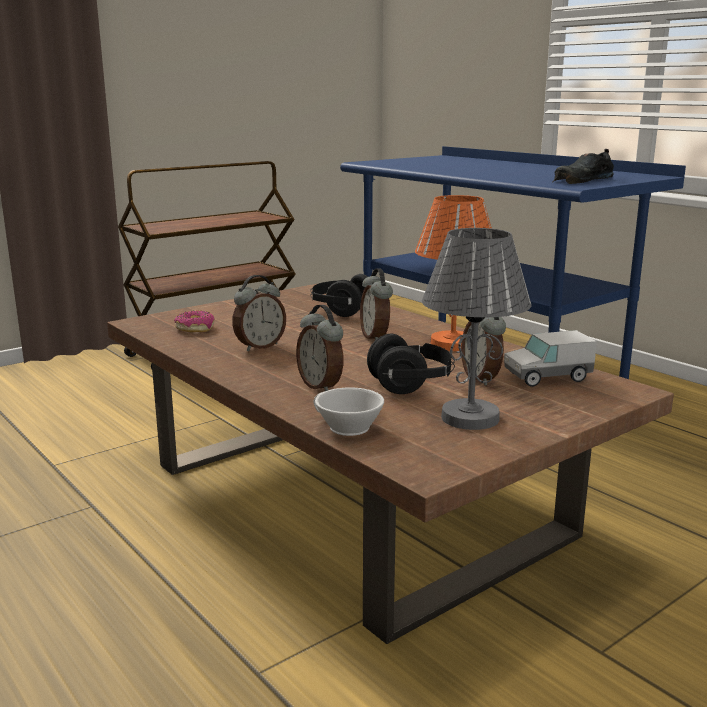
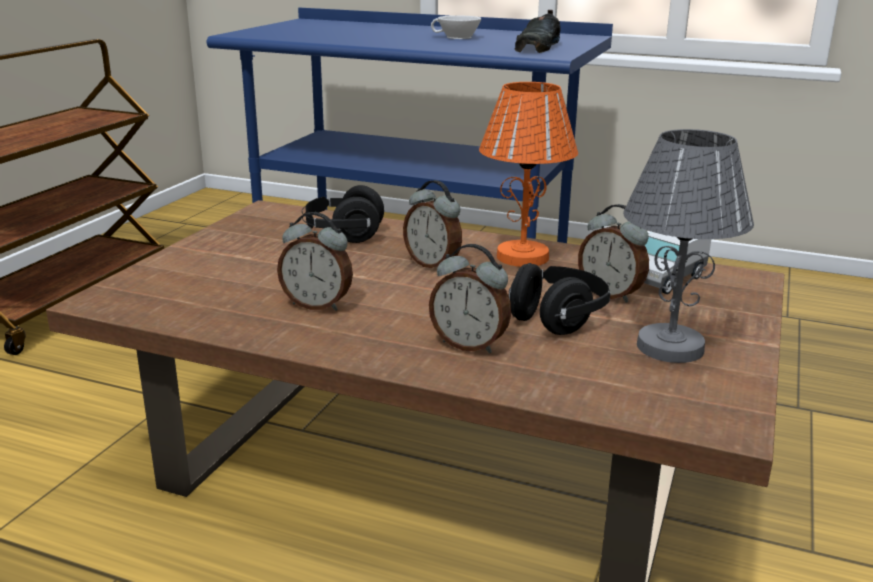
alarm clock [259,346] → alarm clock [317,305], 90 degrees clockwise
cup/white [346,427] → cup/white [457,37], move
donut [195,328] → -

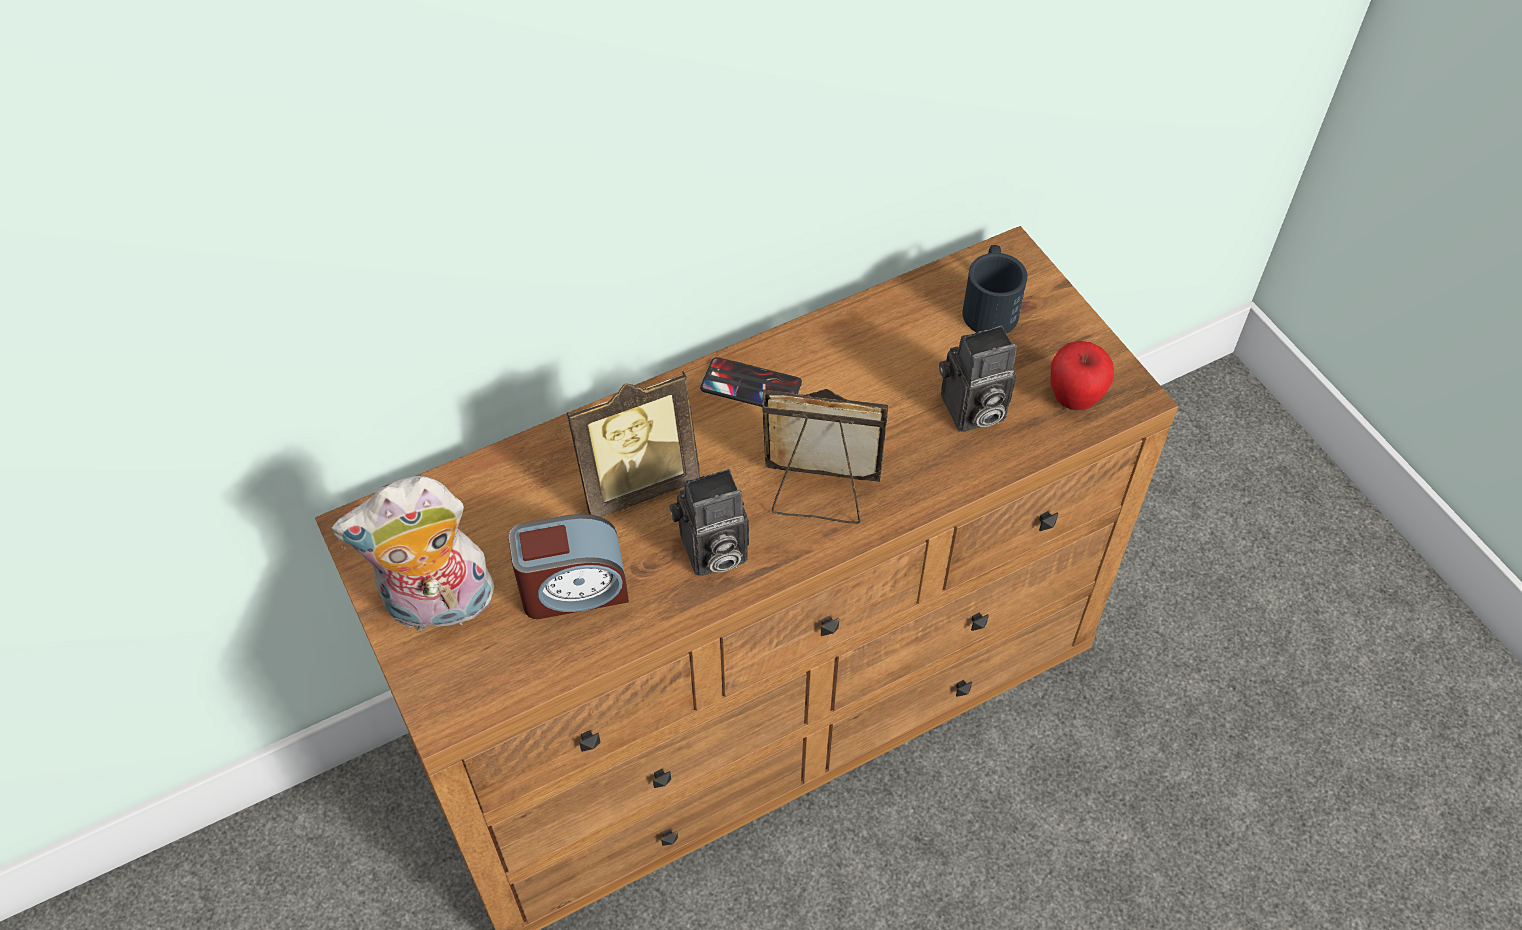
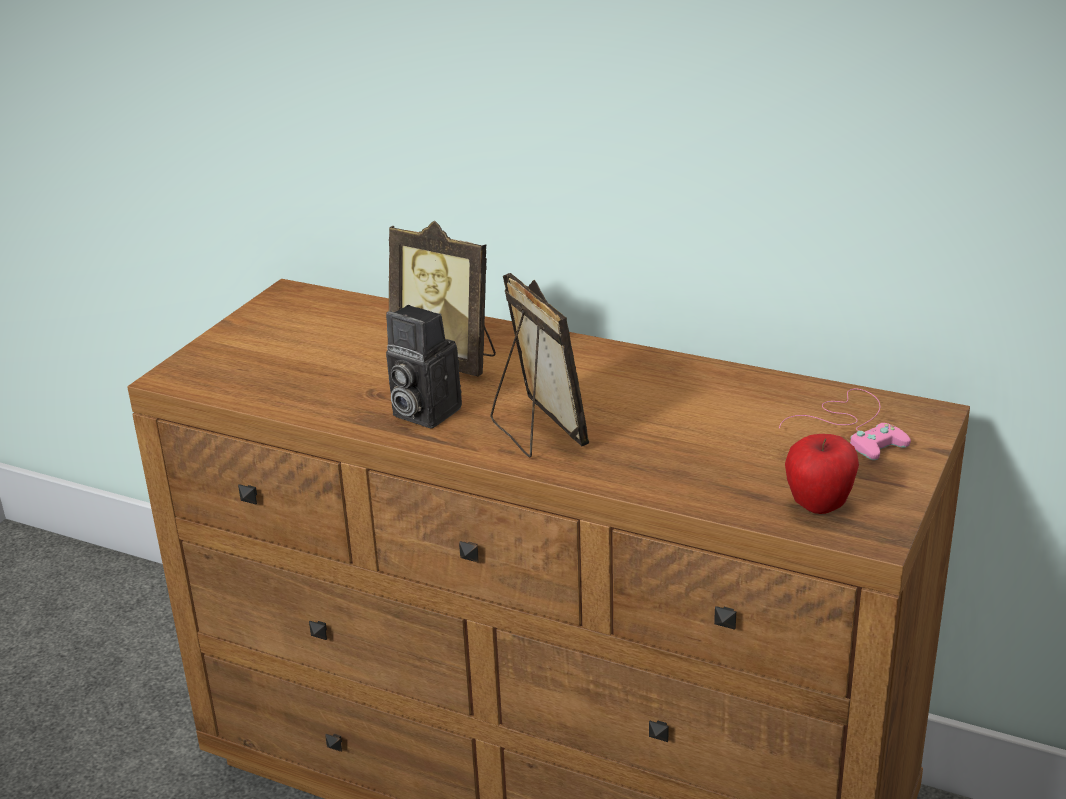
mug/black [990,305] → game controller/pink [853,426]
plush toy [438,607] → -
alarm clock [573,589] → -
phone [751,385] → -
photo camera [971,412] → -

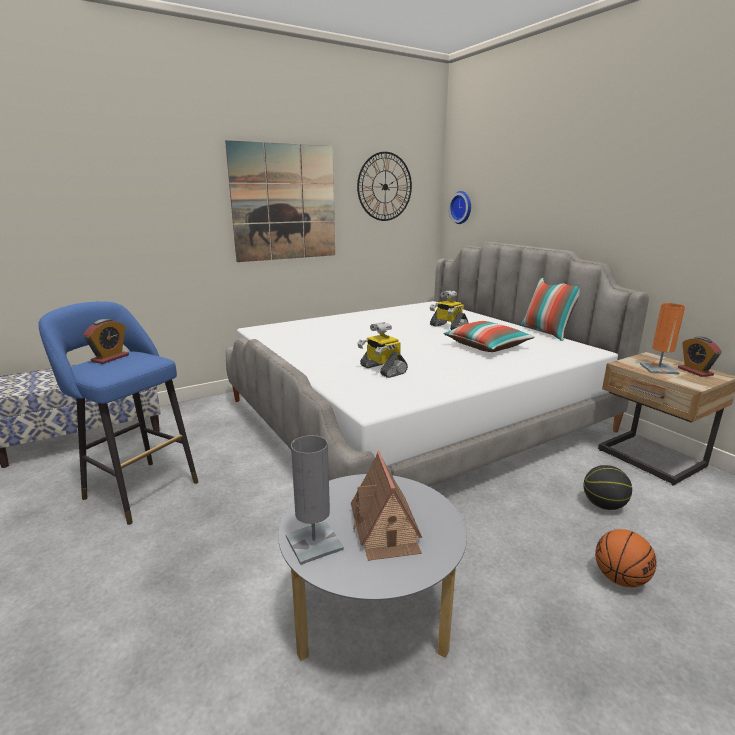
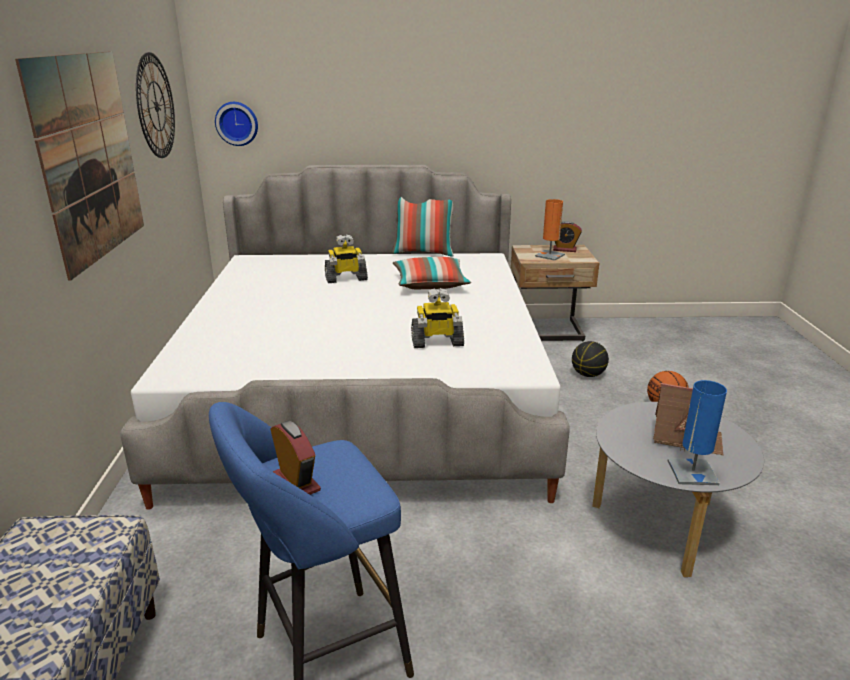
table lamp/grey [314,543] → table lamp/blue [692,472]

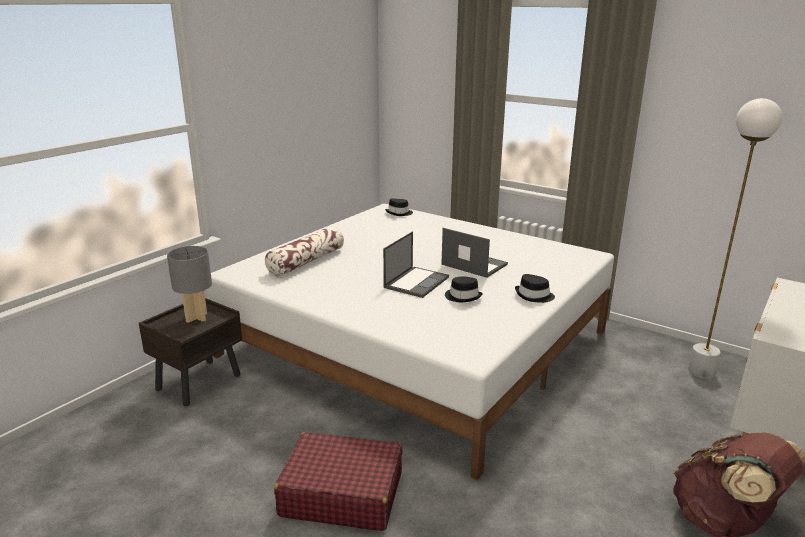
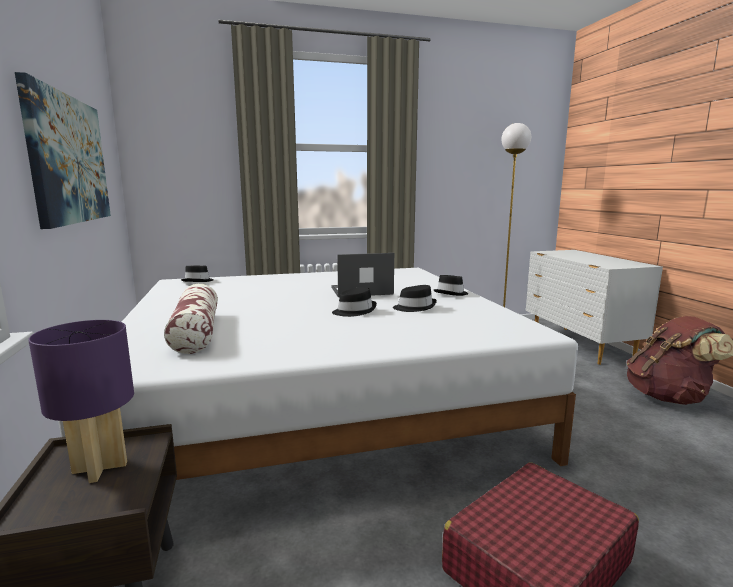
- → picture [69,159]
table lamp/grey [197,318] → table lamp/purple [101,467]
laptop [416,282] → hat/black [354,311]

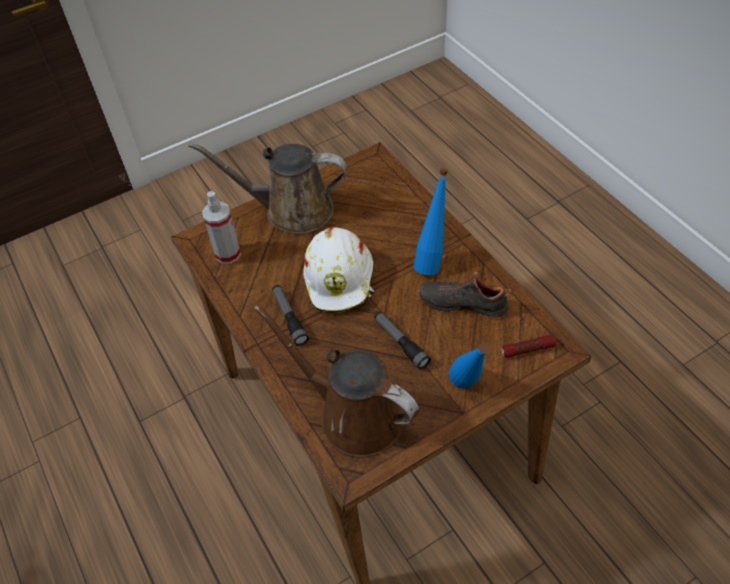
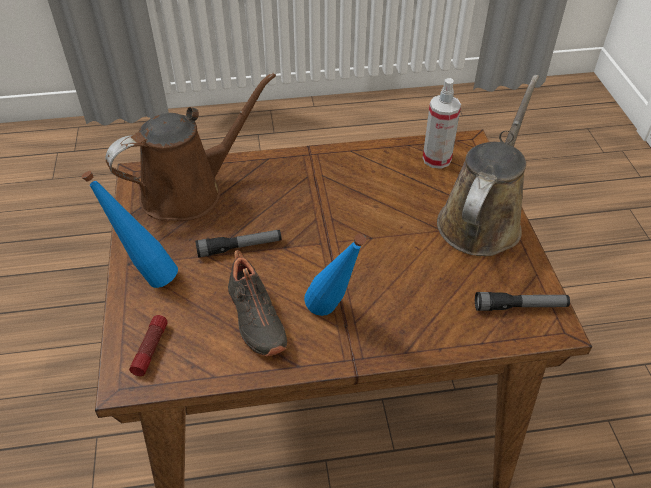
shoe/black [462,302] → shoe/black [254,319], 120 degrees clockwise
flashlight [289,318] → flashlight [520,306], move
hard hat/white [340,279] → -

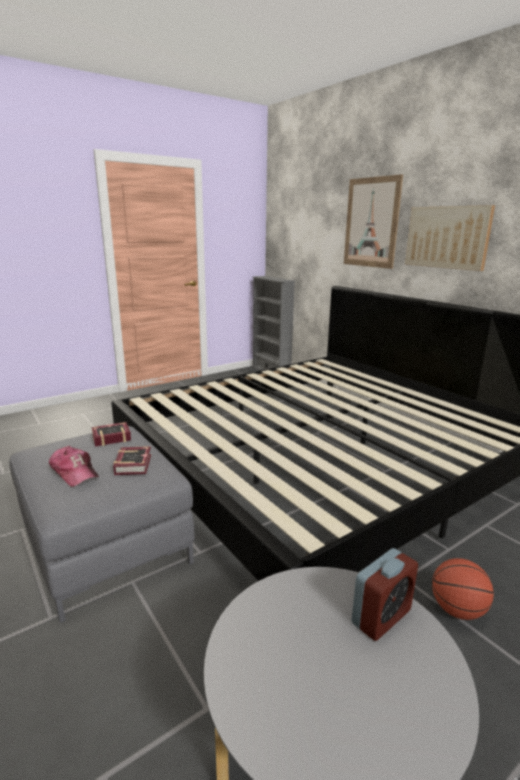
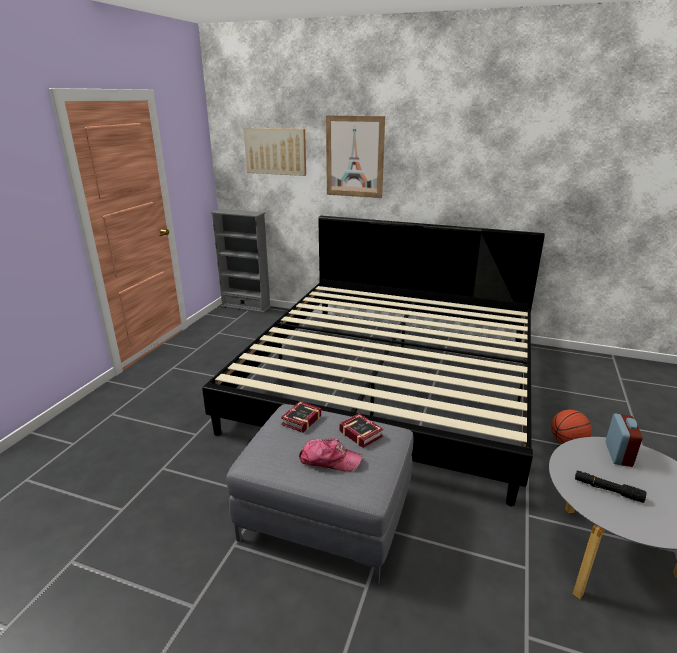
picture [447,237] → picture [275,151], move
- → flashlight/black [607,490]

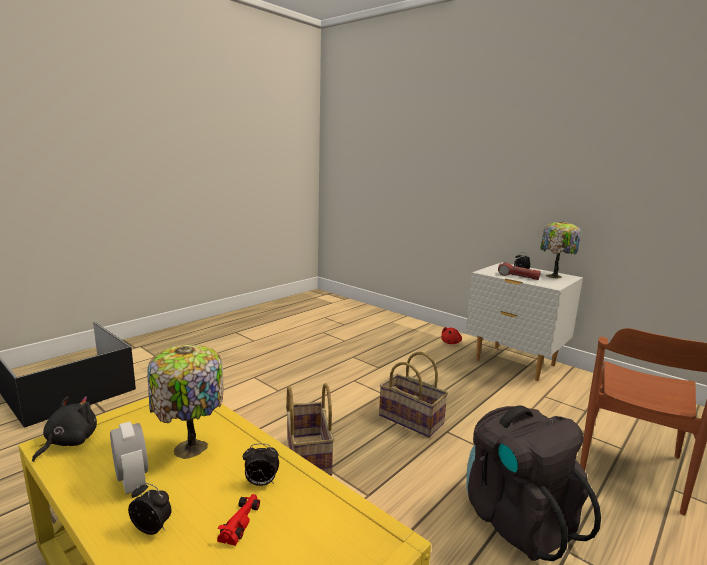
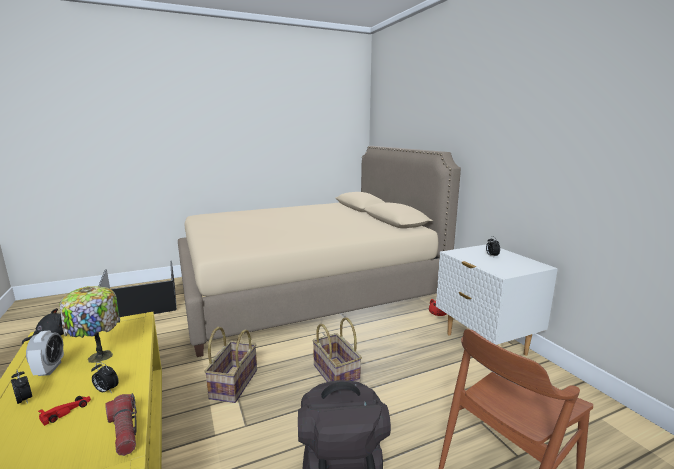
flashlight [518,277] → flashlight [124,431], move
- → bed/beige [306,289]
table lamp [554,276] → -

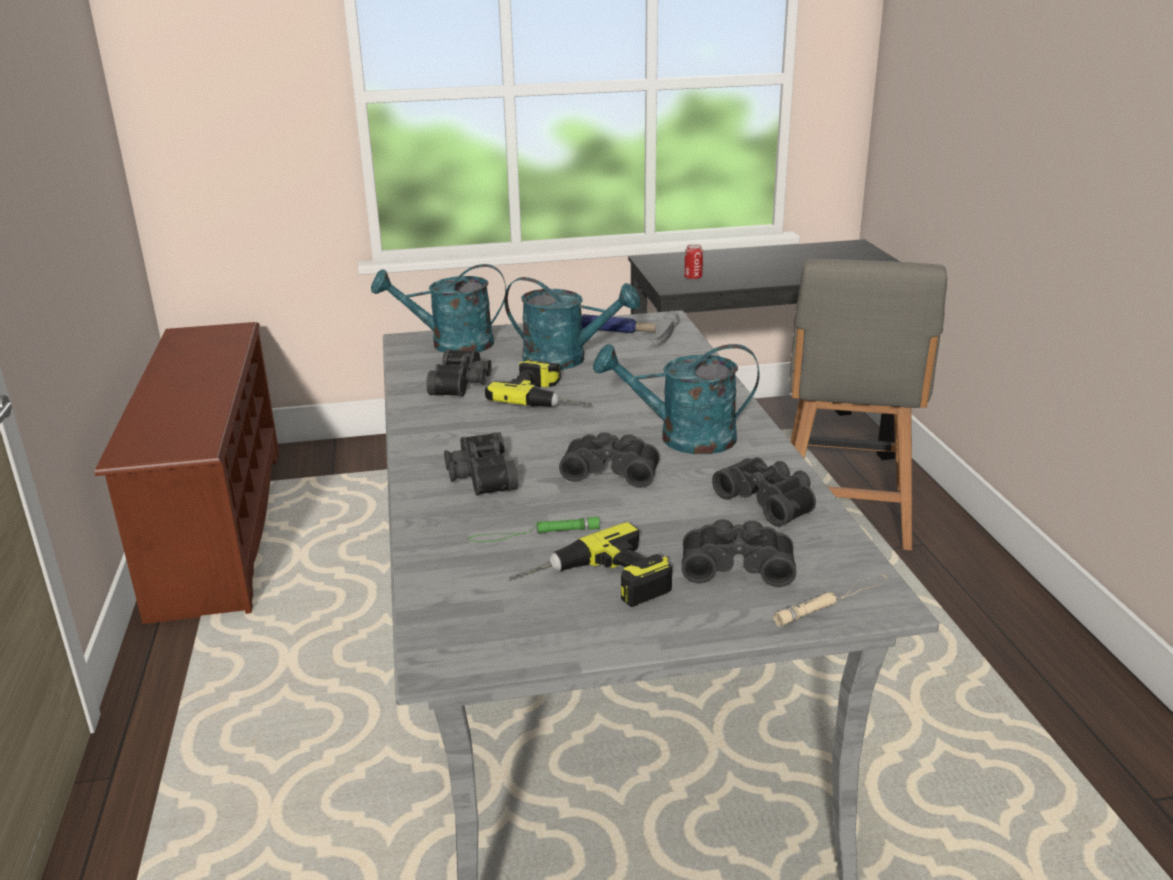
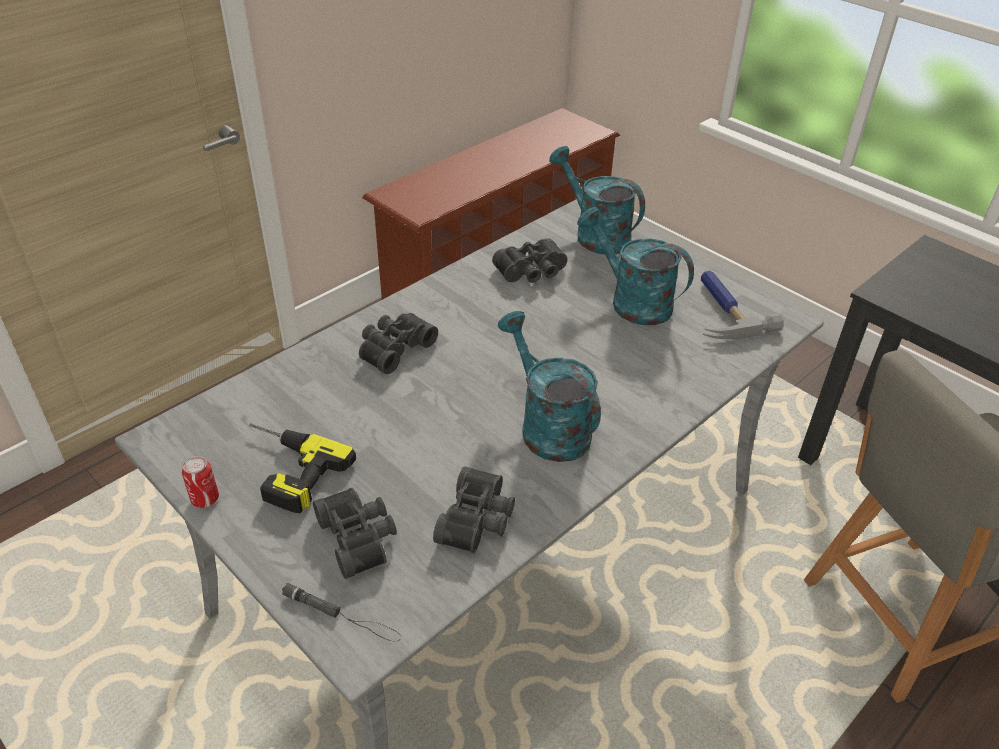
can [693,278] → can [205,499], move
flashlight/beige [832,600] → flashlight/black [342,615]
watering can/turquoise [566,360] → watering can/turquoise [631,301], 150 degrees clockwise
flashlight/green [534,534] → -
power drill [550,396] → -
binoculars/black [611,470] → -

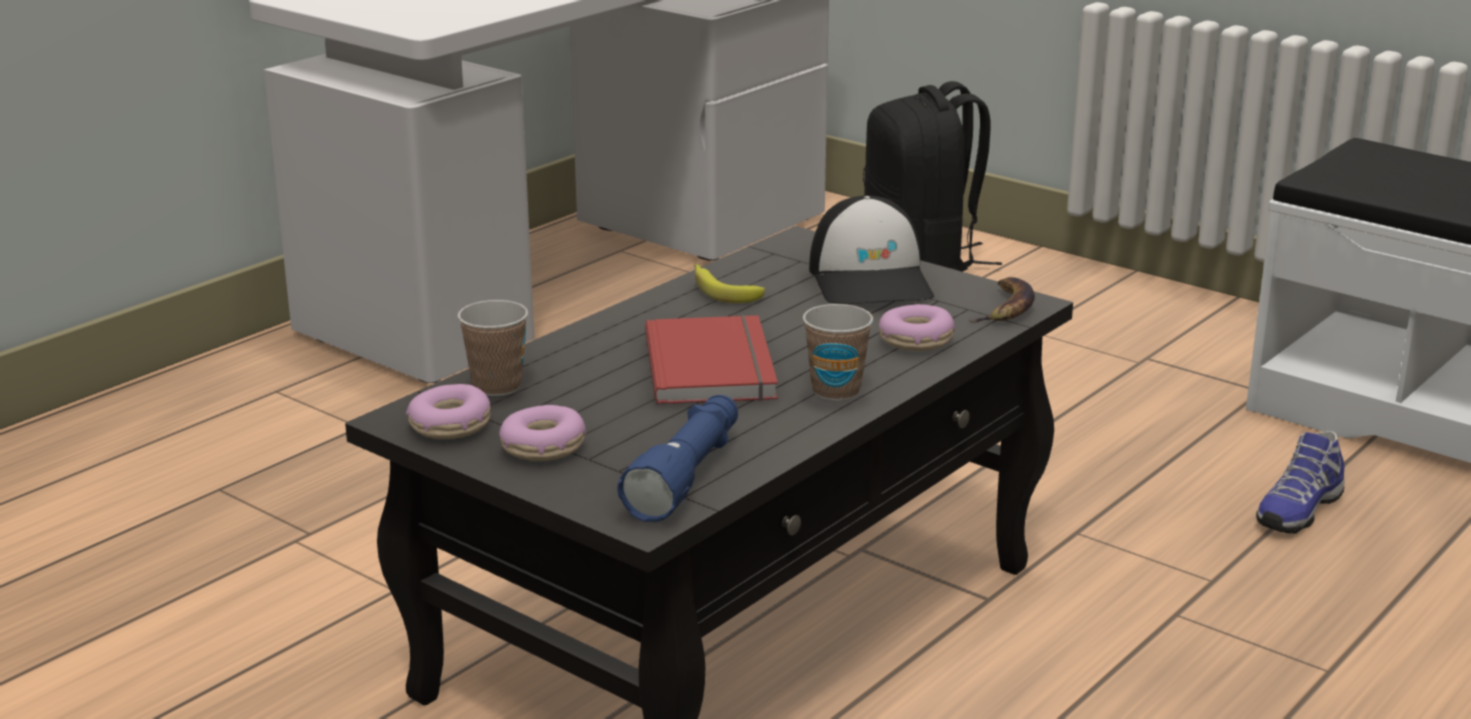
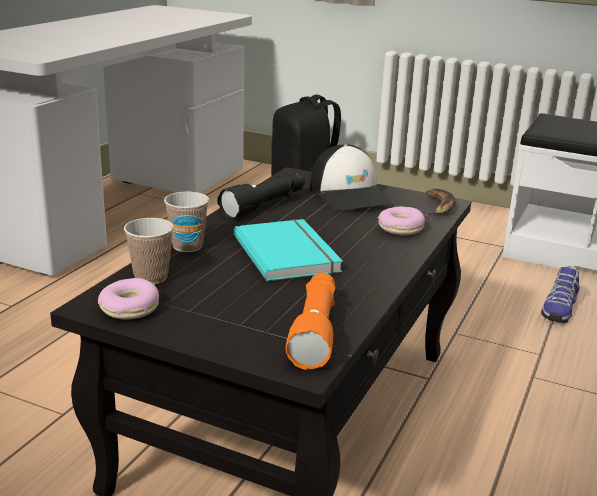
cup [836,391] → cup [187,246], move
banana [721,290] → flashlight/black [265,205]
book/red [715,366] → book/turquoise [289,253]
flashlight/blue [687,475] → flashlight/orange [315,330]
donut [543,447] → -

